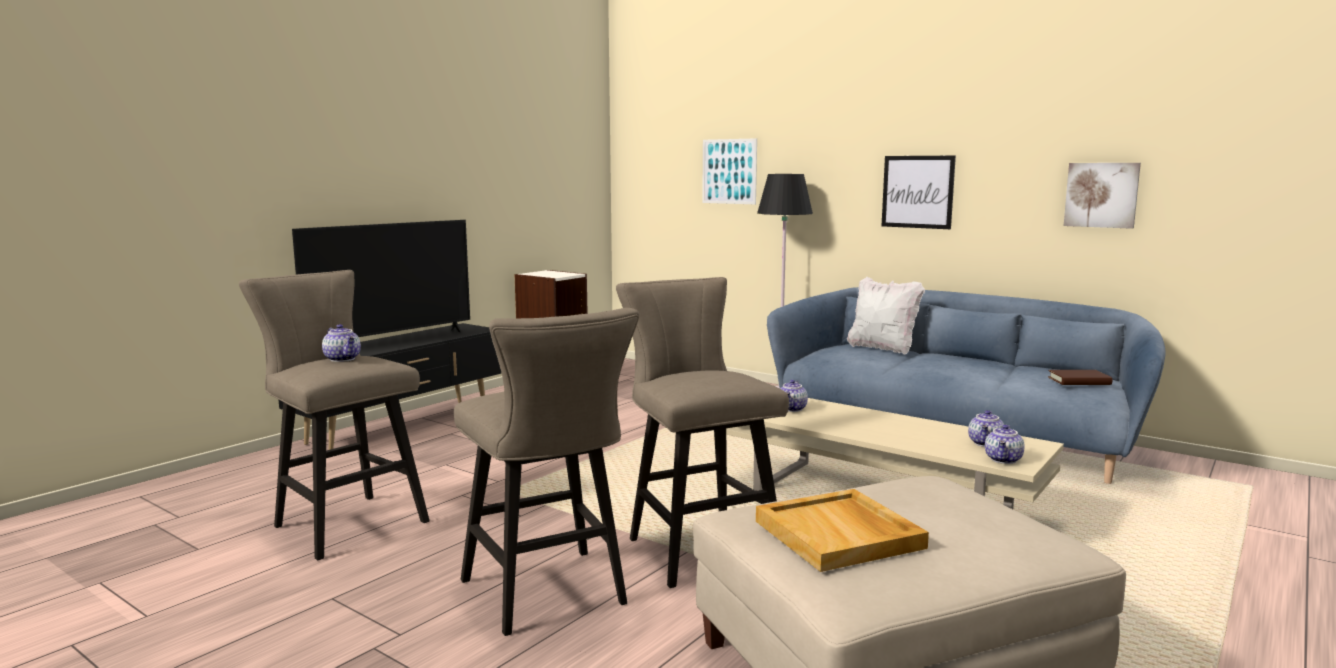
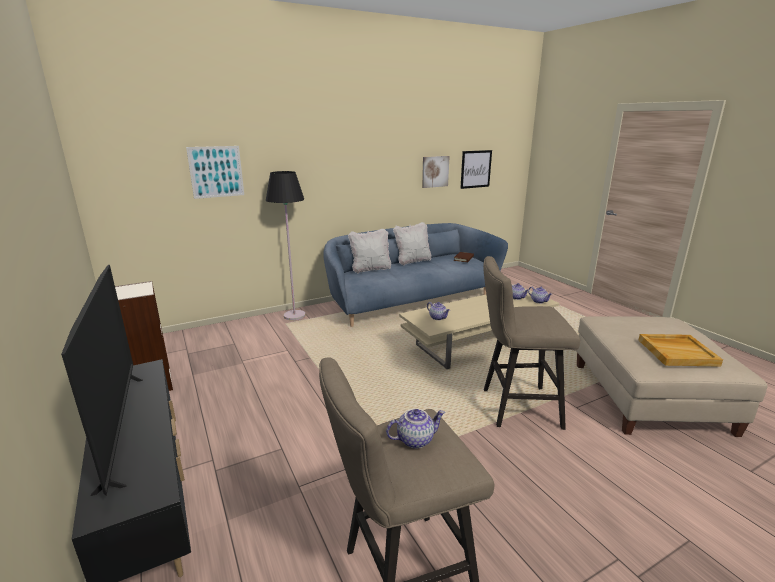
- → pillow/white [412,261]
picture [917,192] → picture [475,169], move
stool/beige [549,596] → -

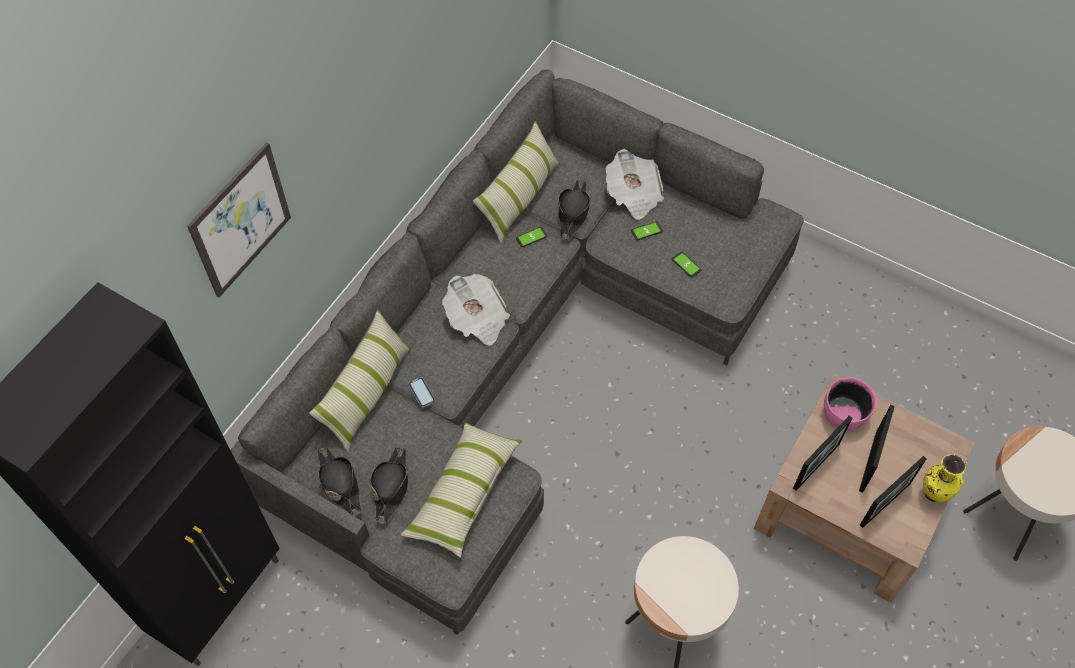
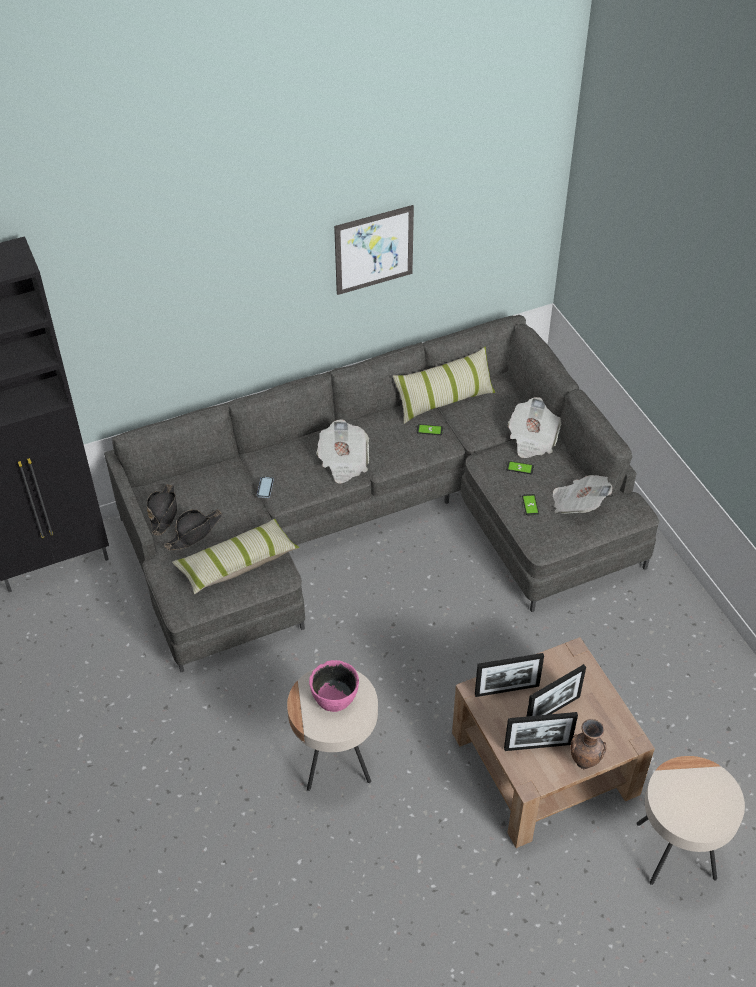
bowl/pink [845,414] → bowl/pink [335,697], move
picture [241,220] → picture [374,250], move
- → newspaper [578,504]
vase/yellow [933,493] → vase/brown [584,762]
pillow [367,393] → -
hat/black [573,213] → -

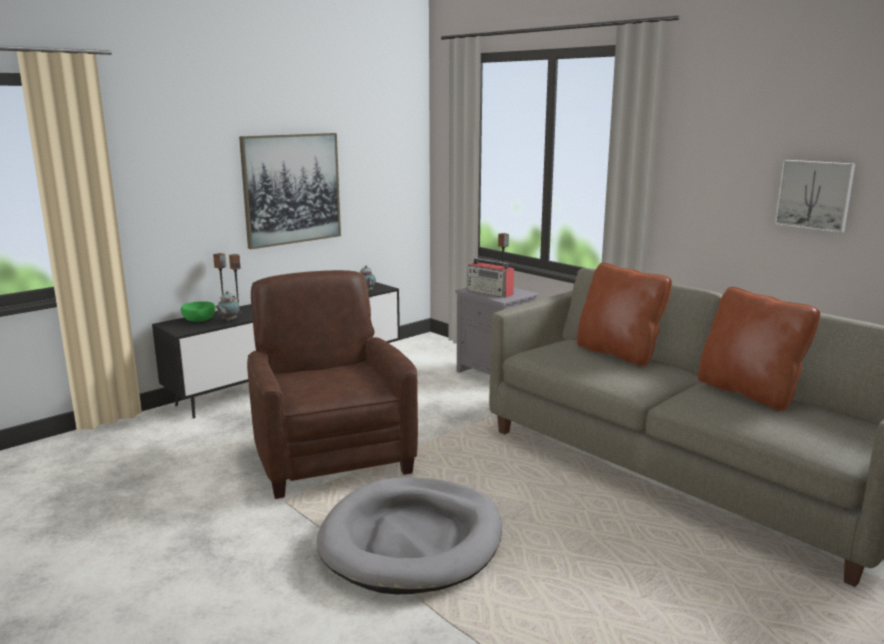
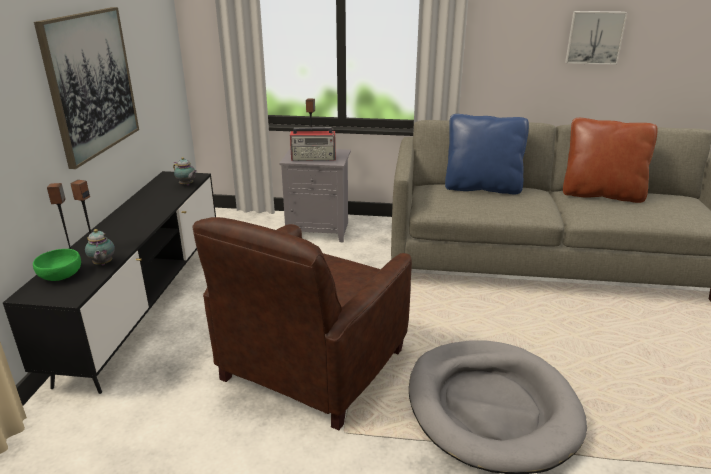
armchair/brown [331,456] → armchair/brown [311,366], 90 degrees counterclockwise
pillow/brown [618,353] → pillow/blue [482,188]

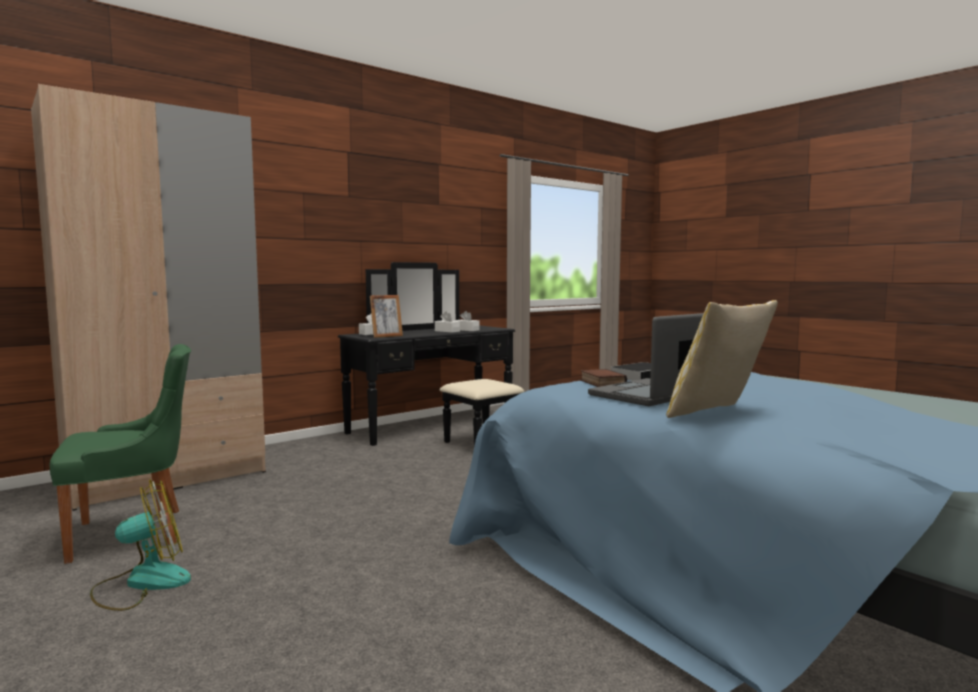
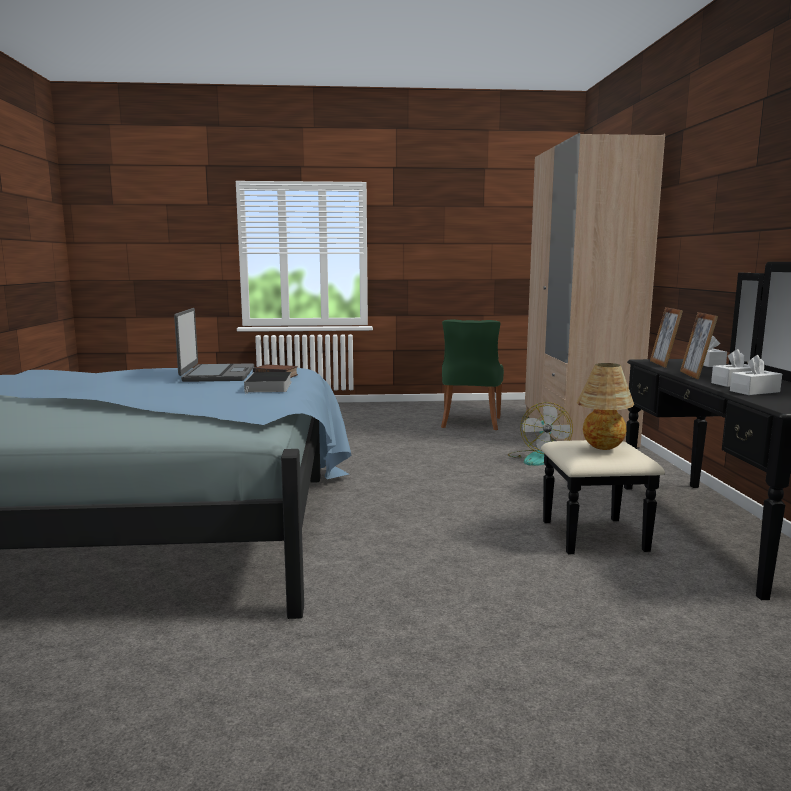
fan [142,583] → fan [537,458], move
- → table lamp [602,449]
- → picture frame [695,375]
pillow [718,414] → -

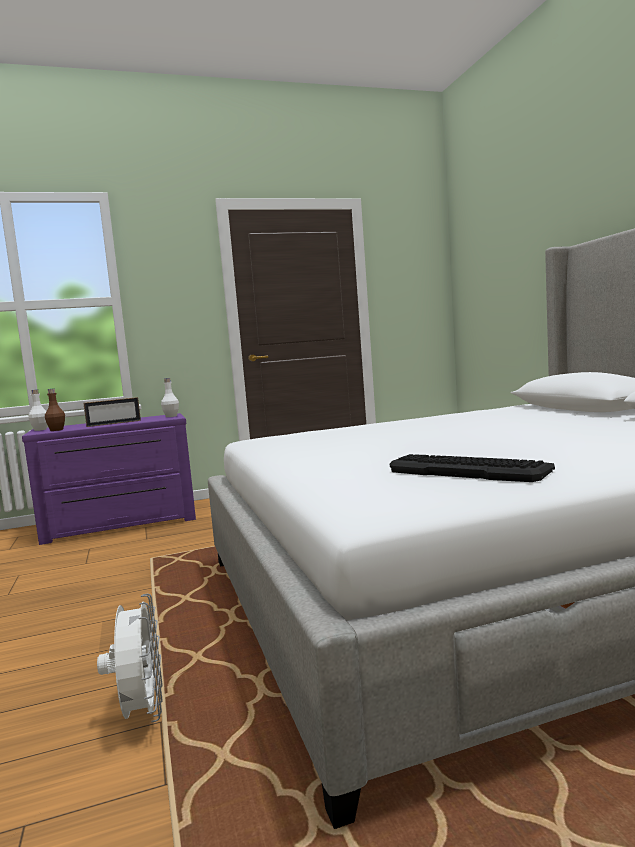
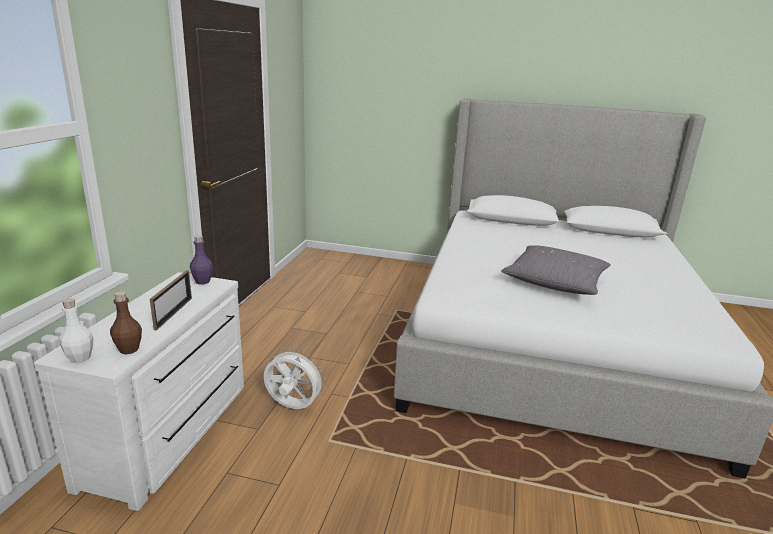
dresser/purple [121,525] → dresser/white [172,432]
bottle/white [171,416] → bottle/purple [202,281]
fan/white [142,713] → fan/white [292,407], move
- → pillow/grey [555,282]
keyboard [468,469] → -

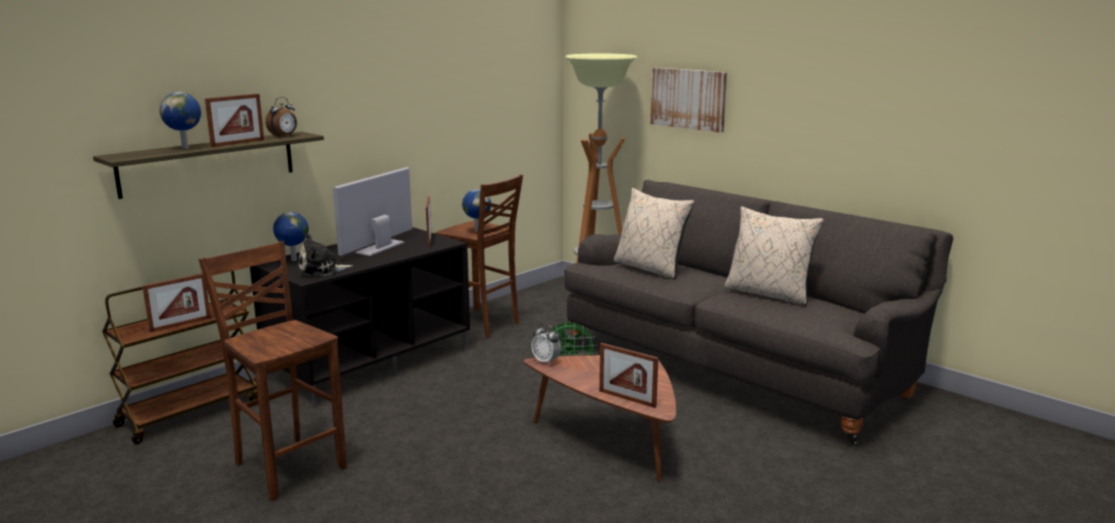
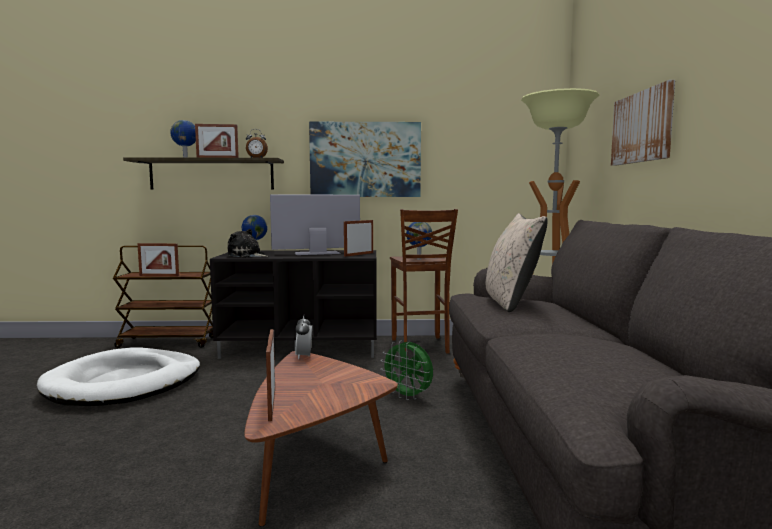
stool/brown [288,465] → dog bed/white [125,383]
- → picture [365,160]
pillow/beige [768,294] → -

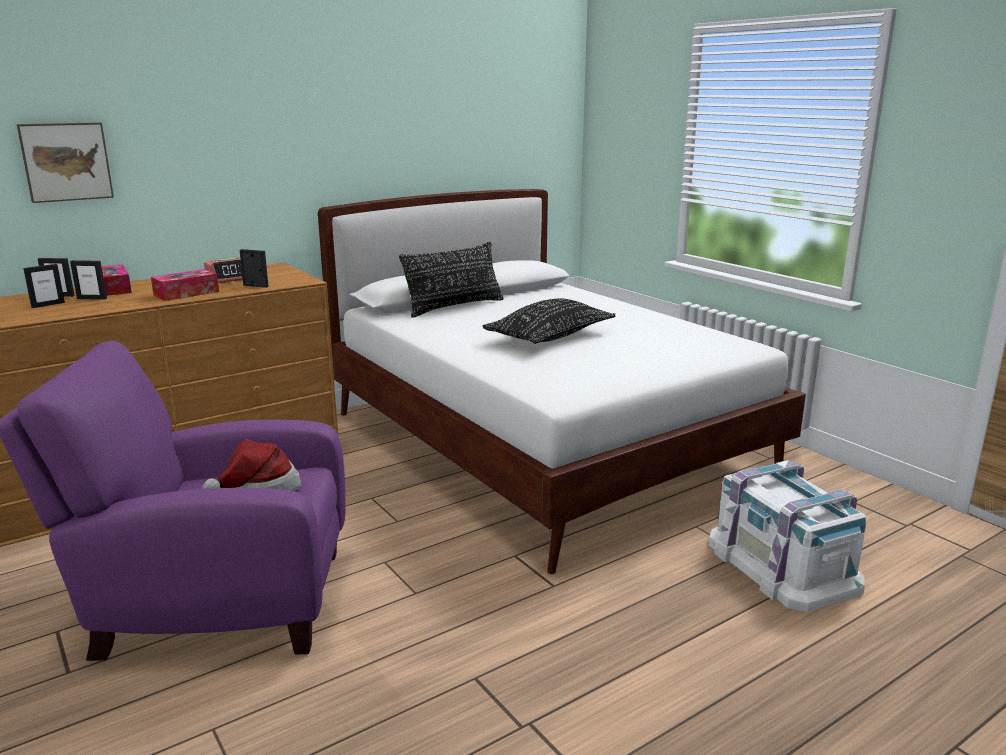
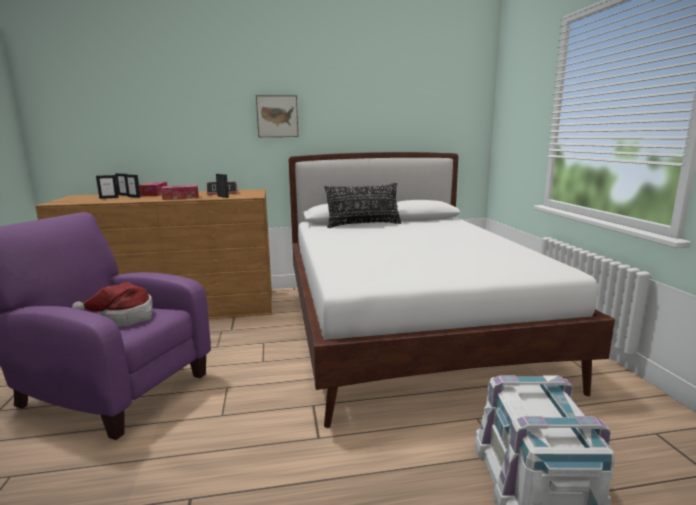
picture [66,161] → picture [277,116], move
pillow/black [550,337] → -

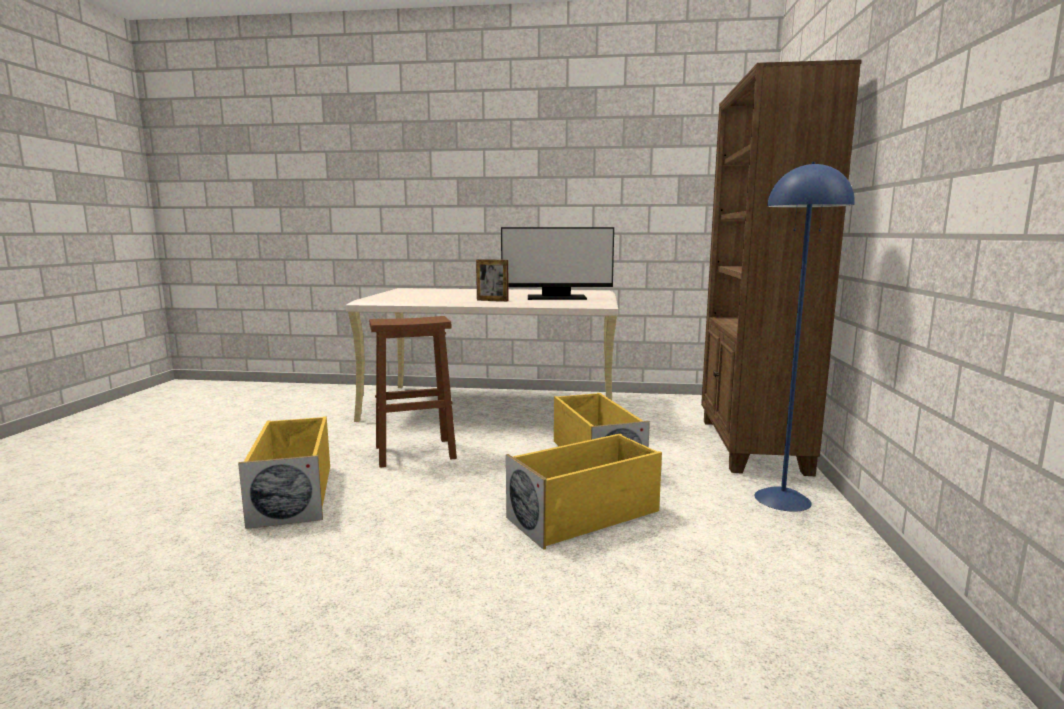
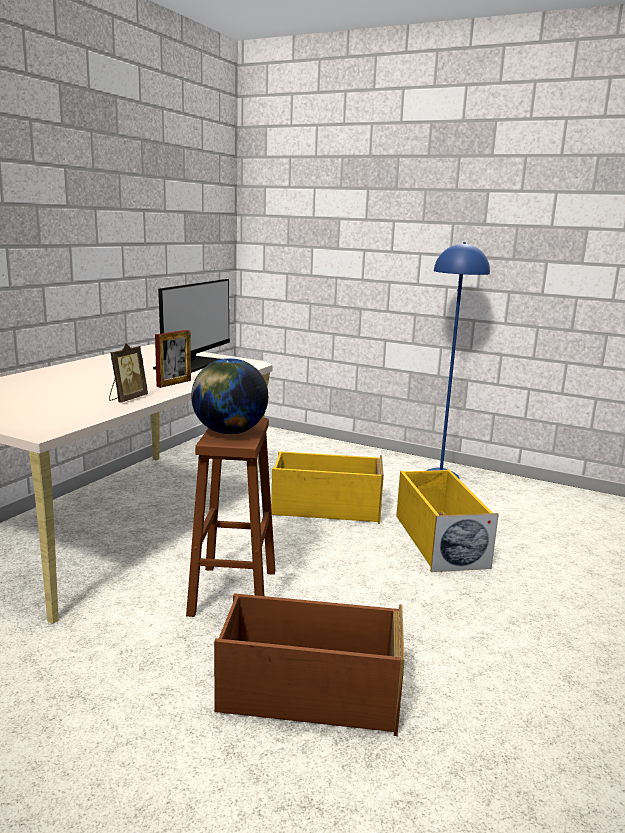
- → picture frame [127,399]
- → globe [229,432]
storage box/yellow [293,493] → storage box/brown [308,693]
bookcase/brown [751,446] → -

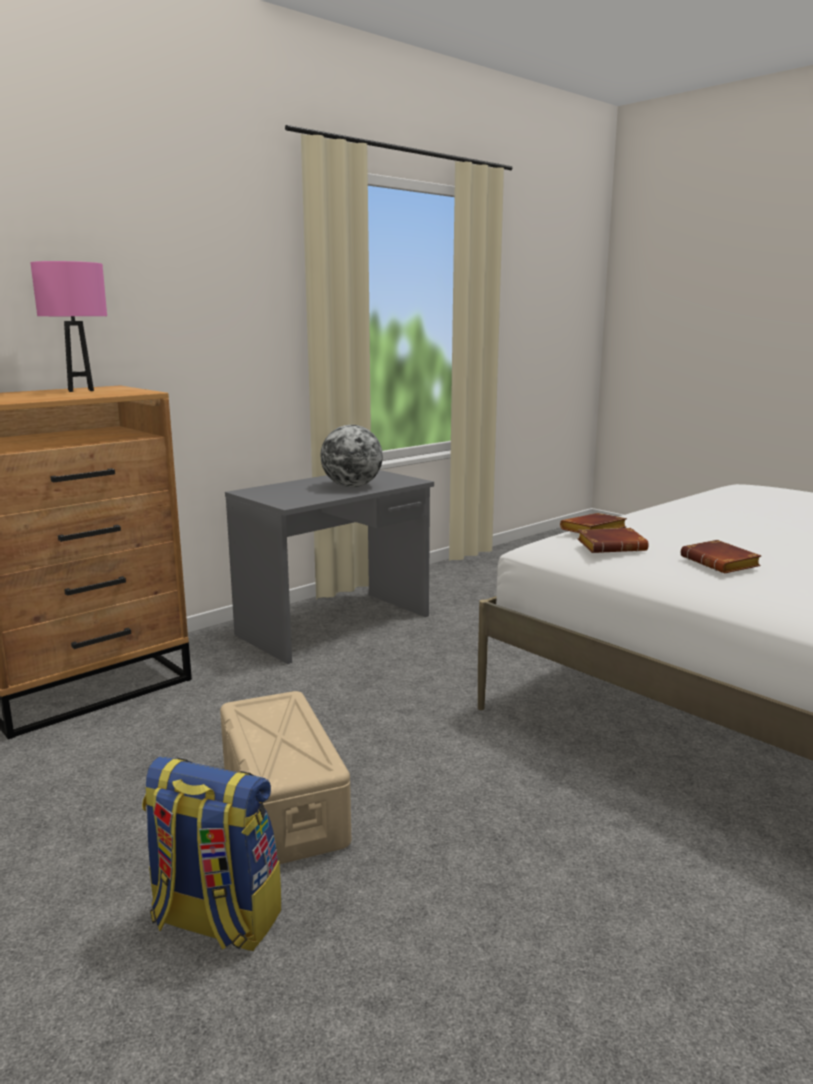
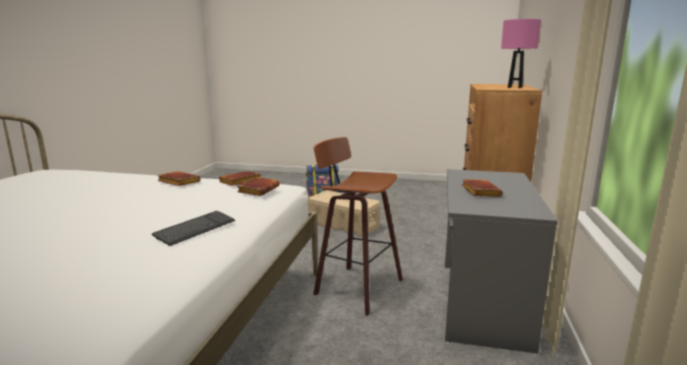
- → keyboard [195,229]
- → stool [355,287]
globe [352,486] → book/brown [479,191]

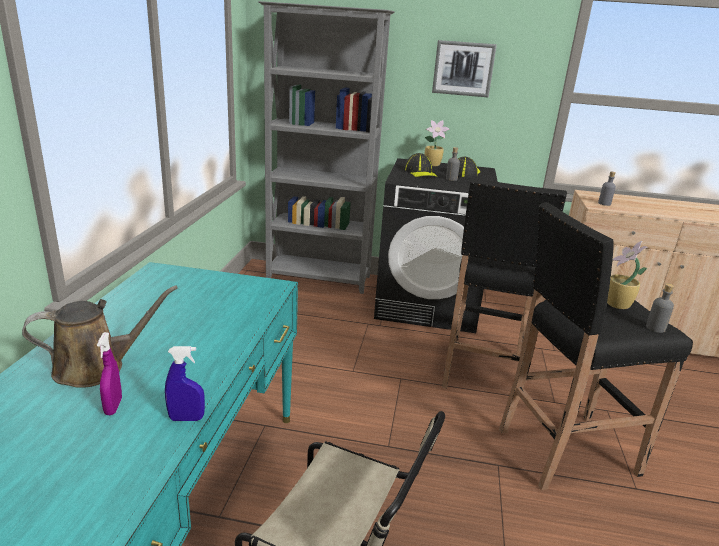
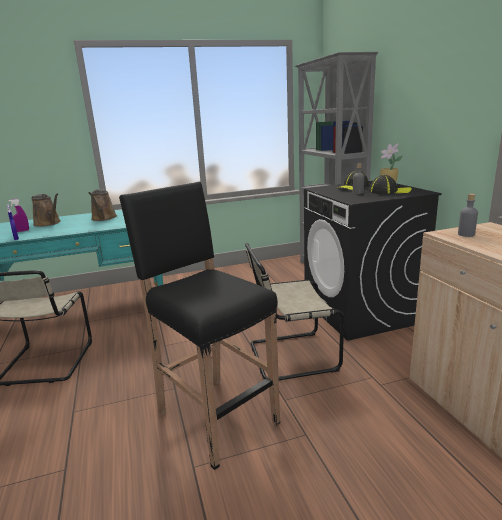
- → watering can/brown [103,218]
stool/black [482,372] → chair/beige [289,356]
picture [463,68] → -
potted plant [617,305] → -
bottle/grey [655,328] → -

